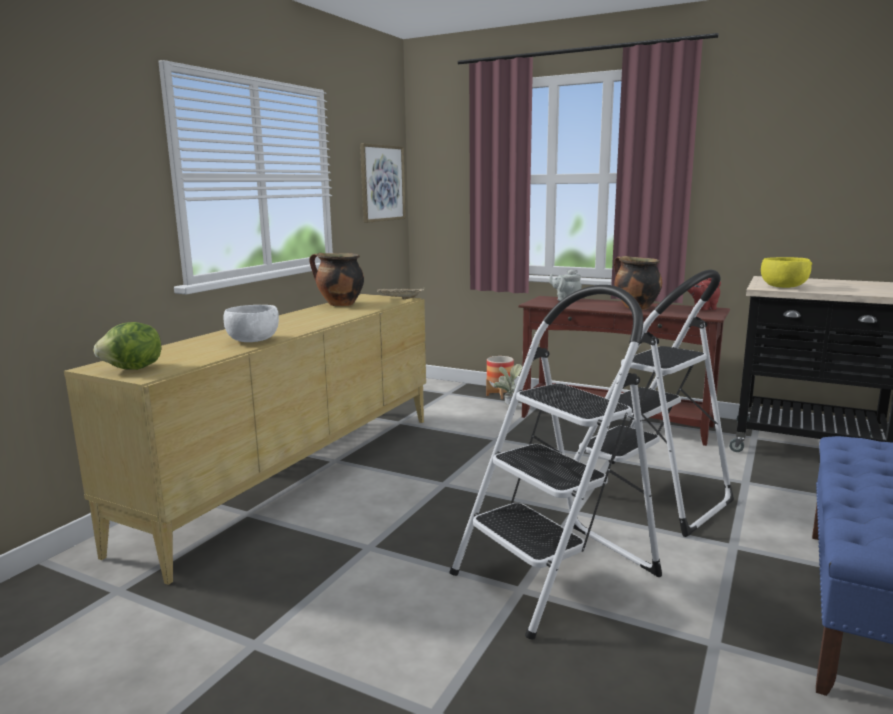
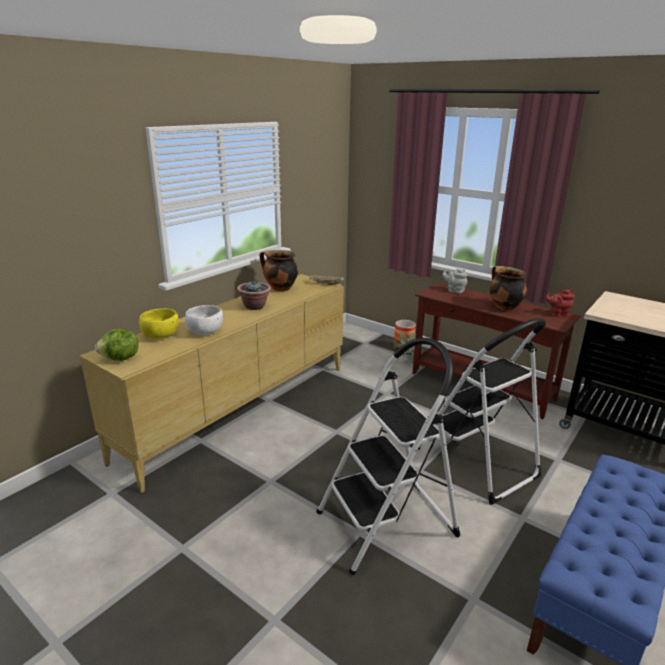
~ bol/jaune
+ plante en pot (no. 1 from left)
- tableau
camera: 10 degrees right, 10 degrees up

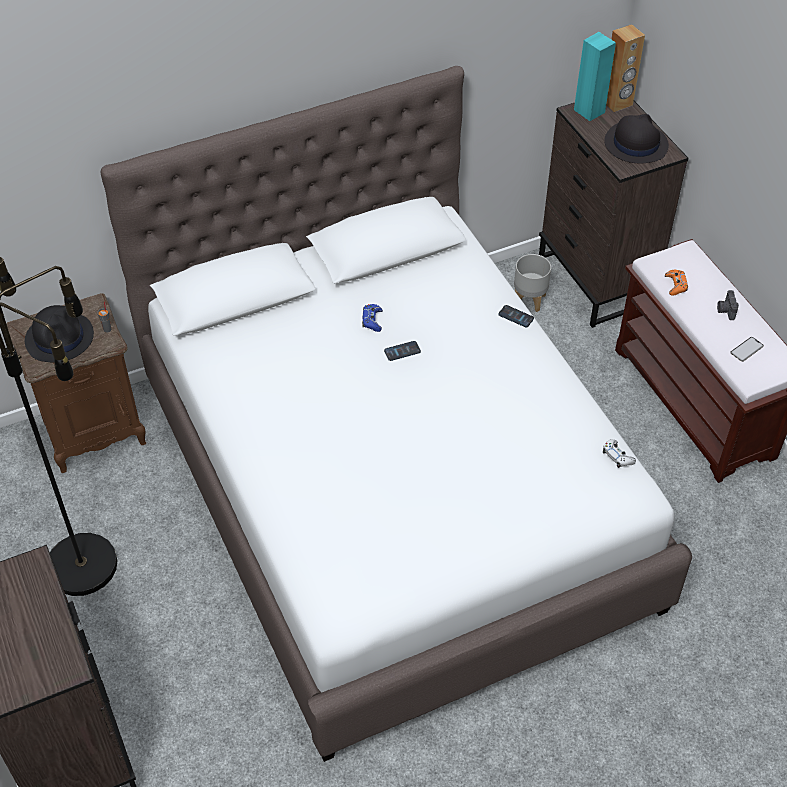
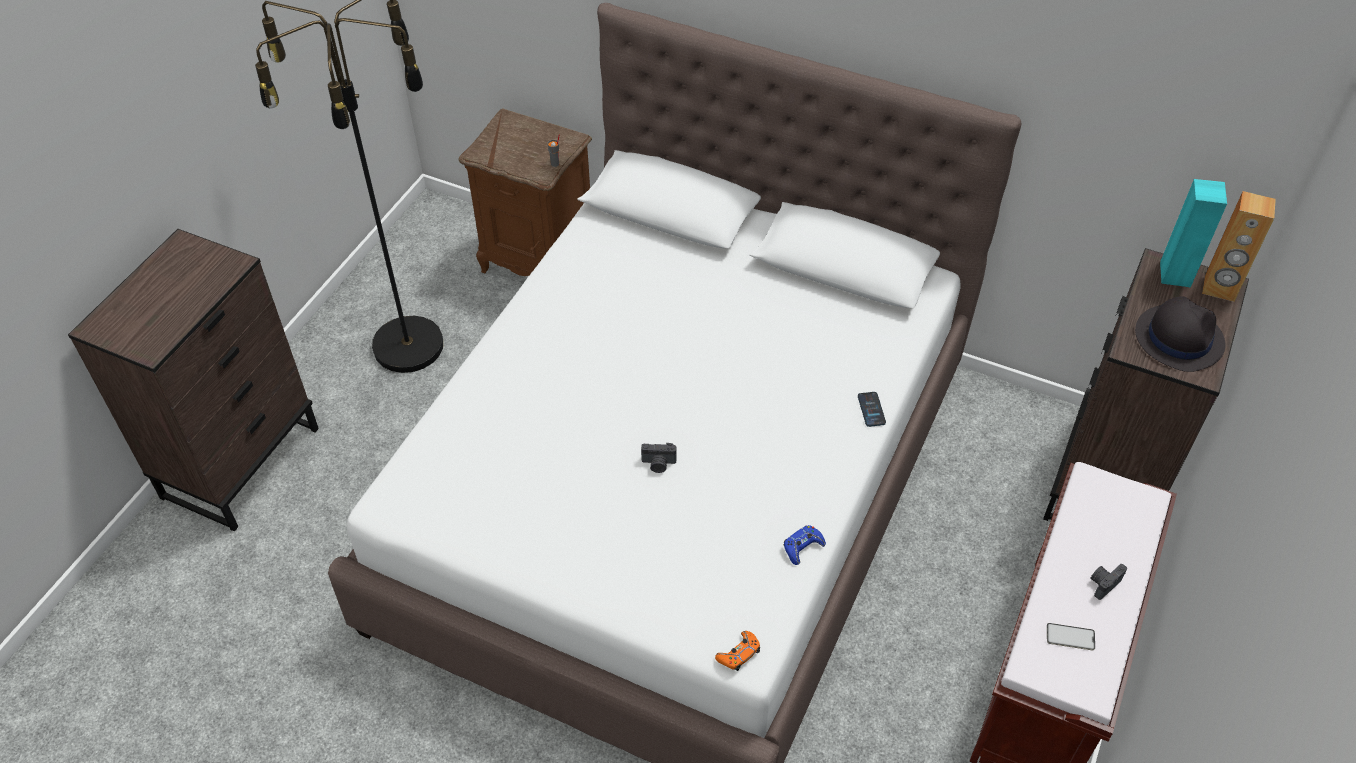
+ appareil photo (no. 1 from left)
~ manette/orange
~ manette/bleu
- chapeau/noir (no. 1 from left)
- téléphone (no. 1 from left)
- cache-pot/gris
- manette/blanc
camera: 50 degrees right, 0 degrees up

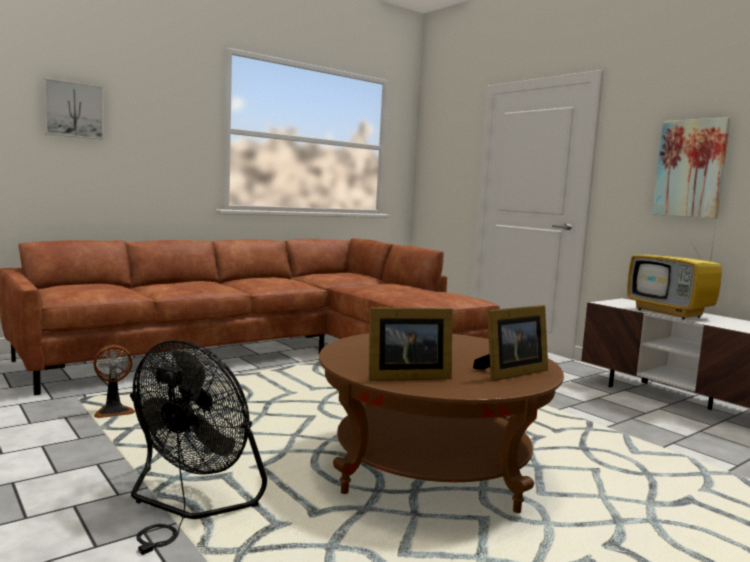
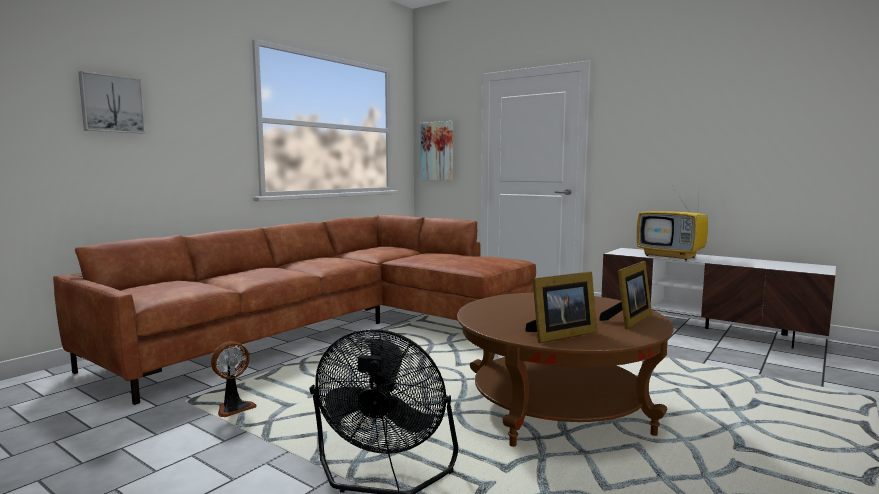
~ tableau (no. 2 from left)
camera: 15 degrees left, 0 degrees up

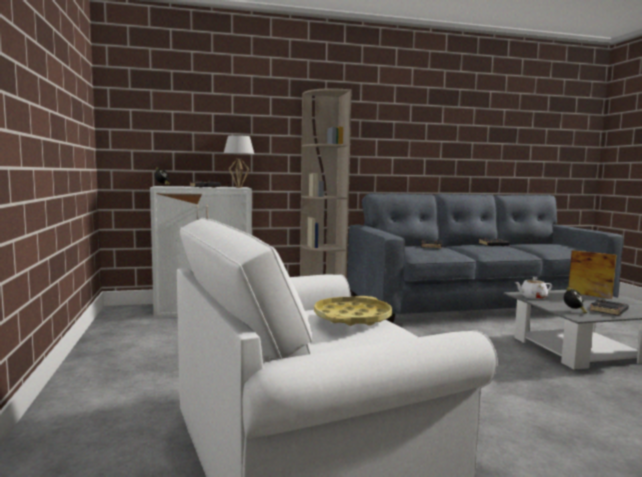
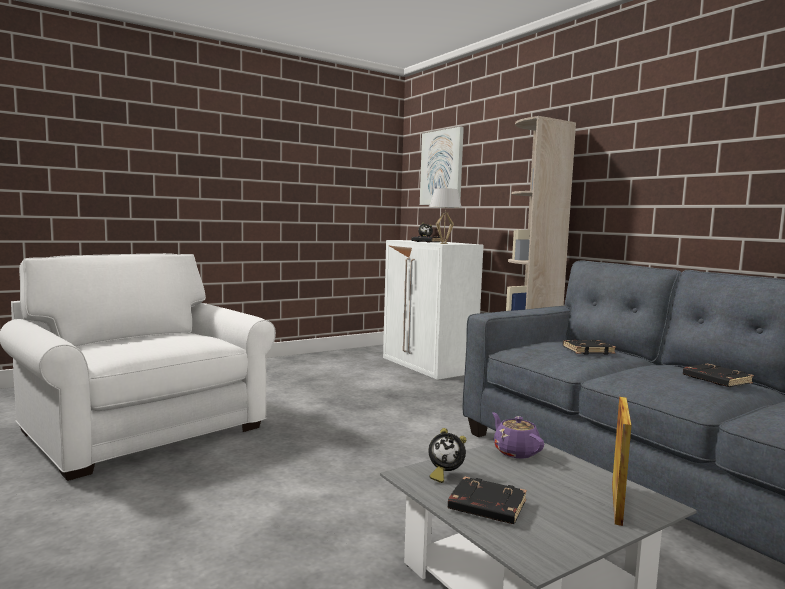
+ tableau
~ théière/blanc to théière/violet
- plateau/jaune
camera: 70 degrees right, 0 degrees up

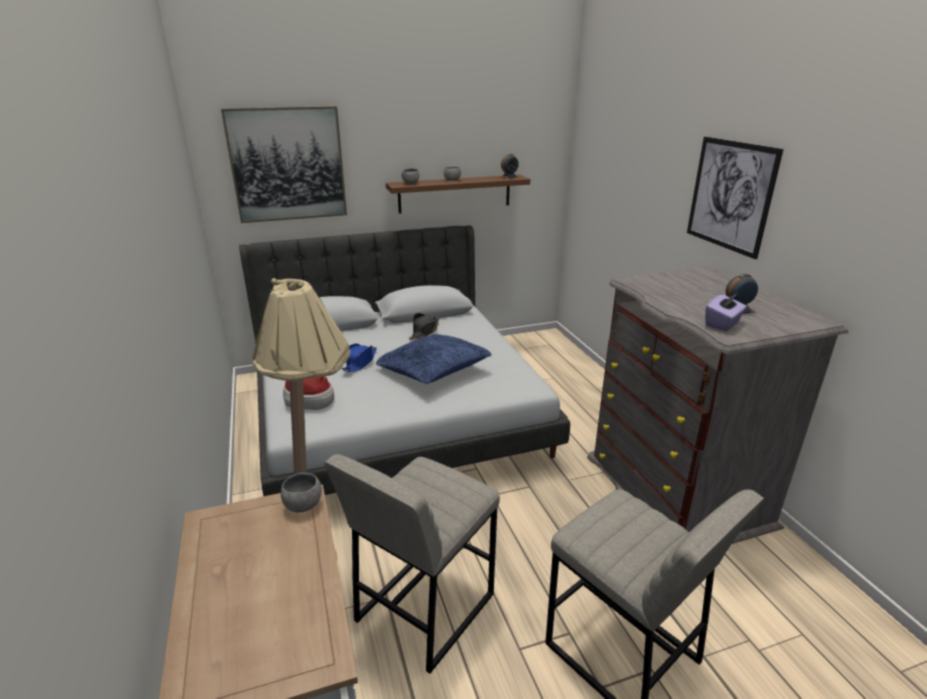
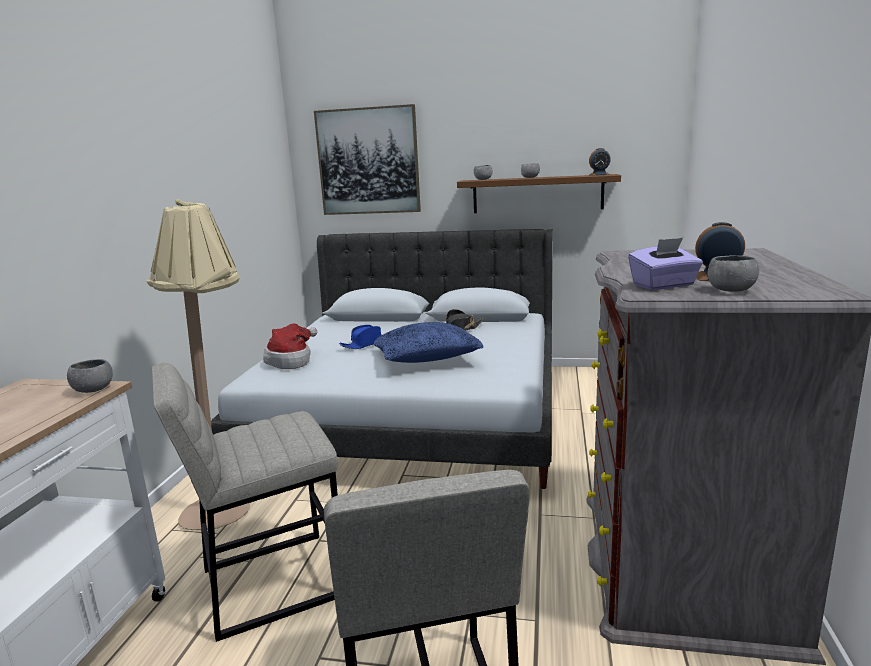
+ bol/gris (no. 4 from left)
- tableau (no. 2 from left)
camera: 30 degrees right, 10 degrees down

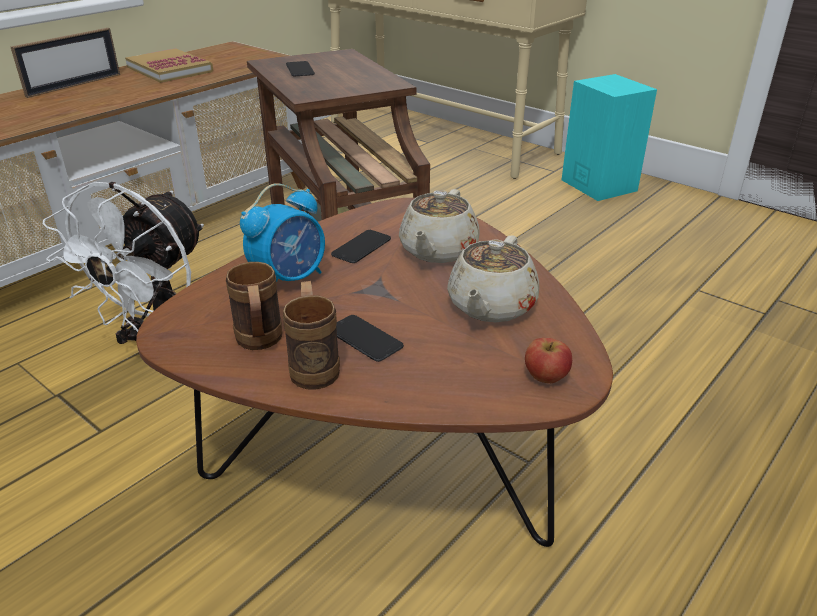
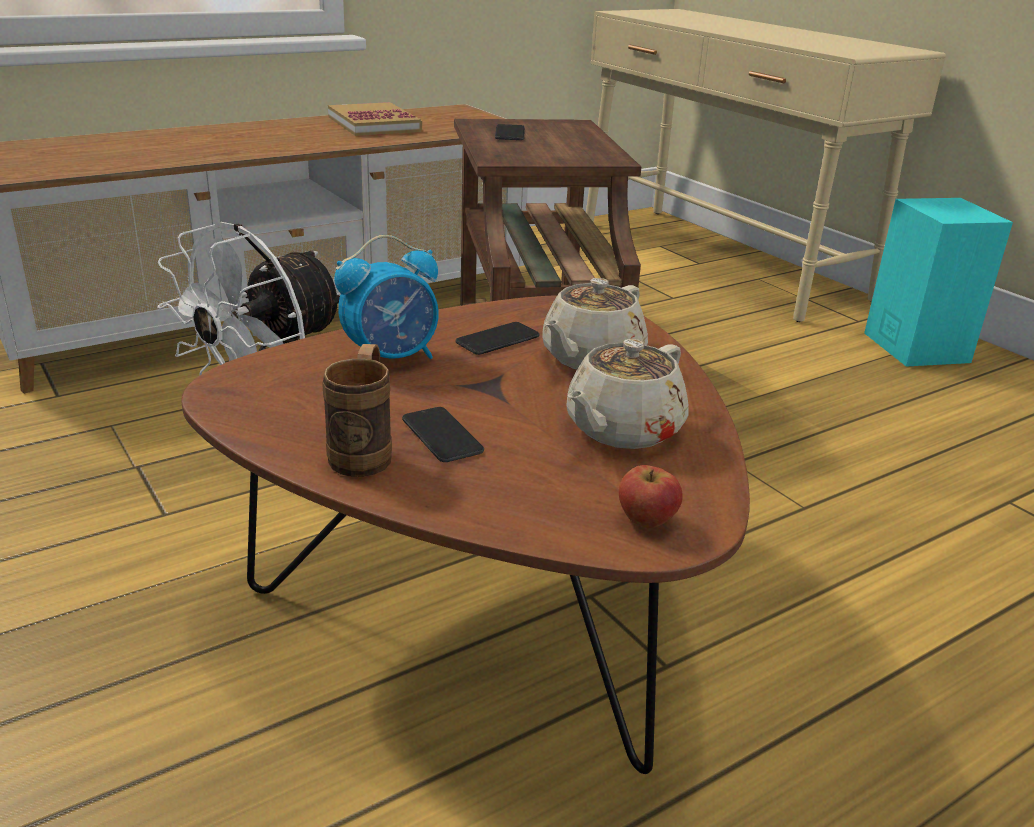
- cadre photo
- mug/marron (no. 1 from left)
camera: 15 degrees right, 5 degrees down

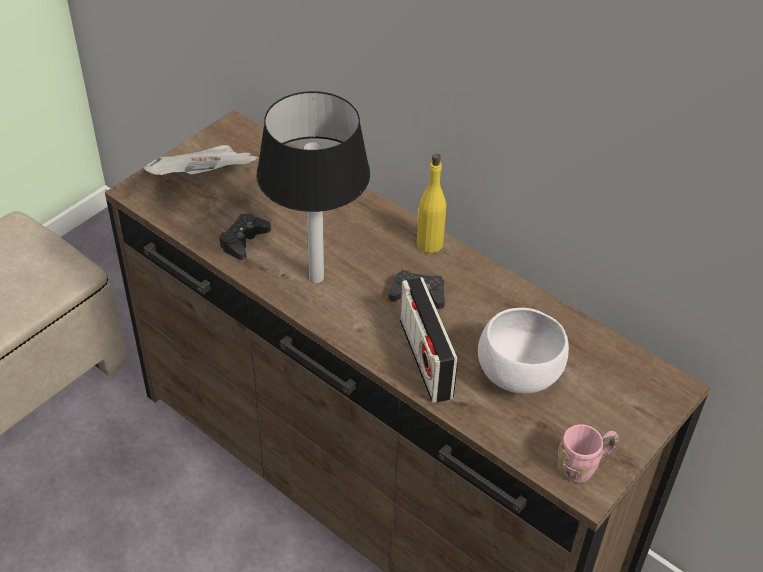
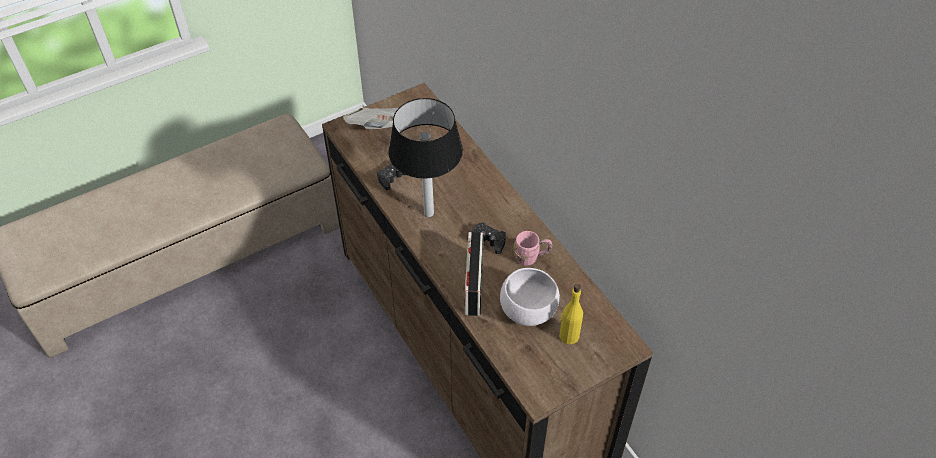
~ mug/rose
~ bouteille/jaune
camera: 20 degrees right, 5 degrees up

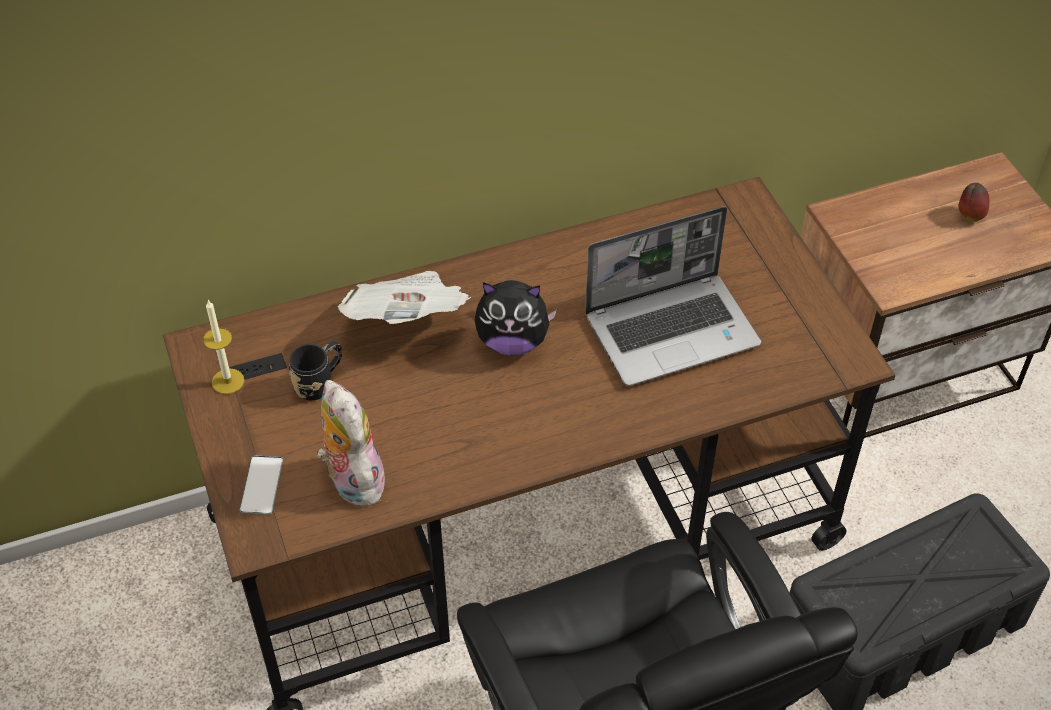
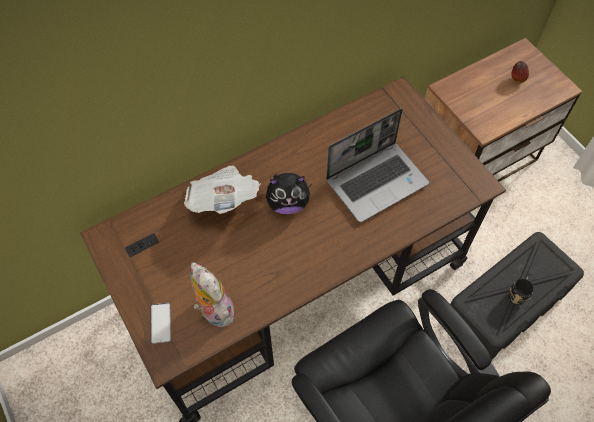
~ mug/noir
- bougie
camera: 10 degrees left, 10 degrees up

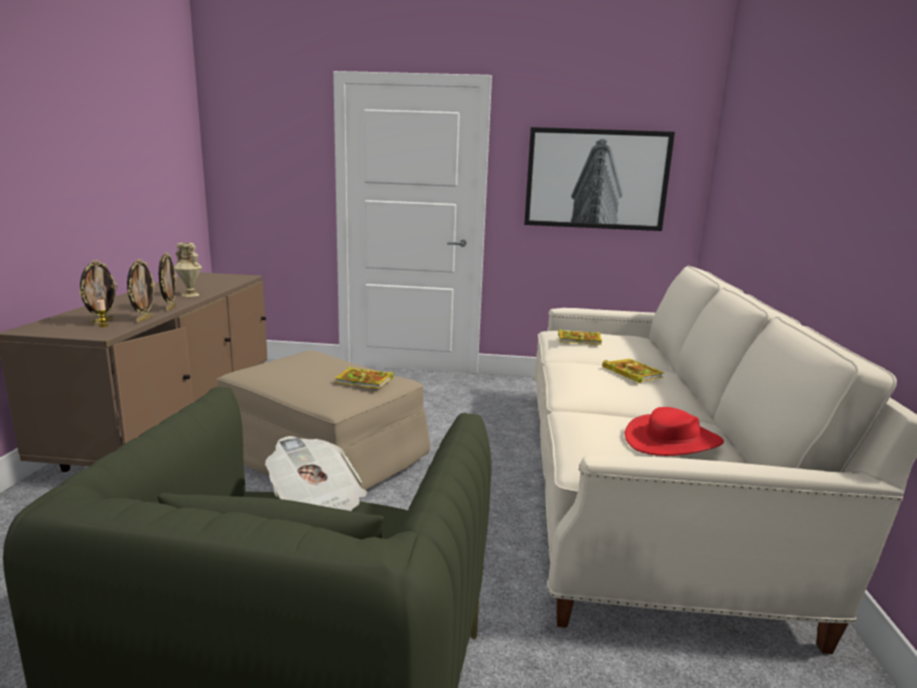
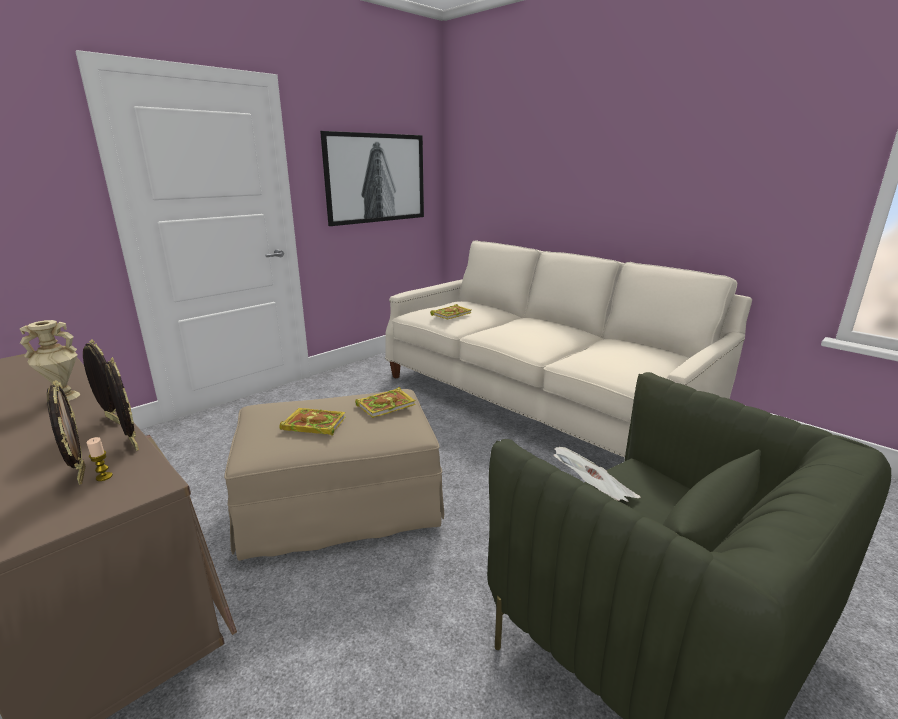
~ livre (no. 3 from left in the first image) to livre (no. 1 from left)
- chapeau/rouge
camera: 50 degrees left, 5 degrees up

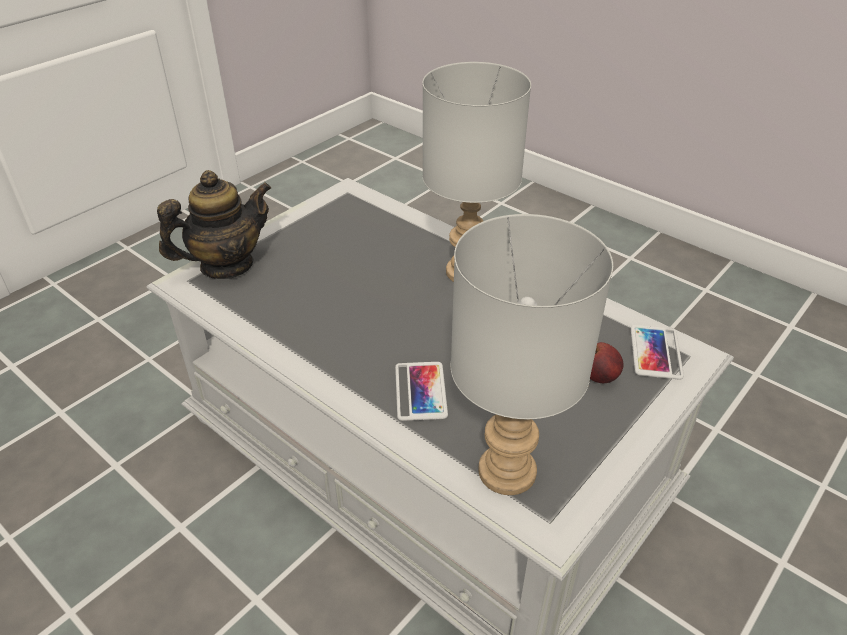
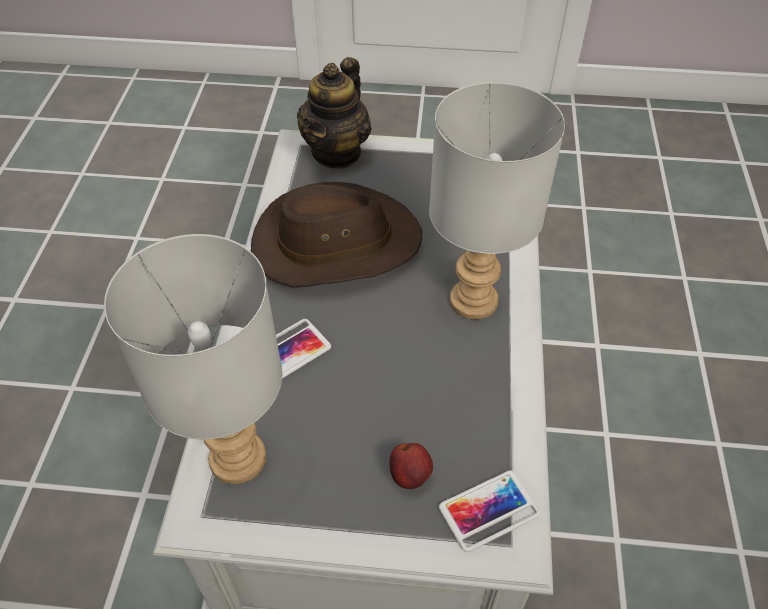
+ chapeau/marron
~ théière 90 degrees clockwise
camera: 55 degrees right, 10 degrees up

